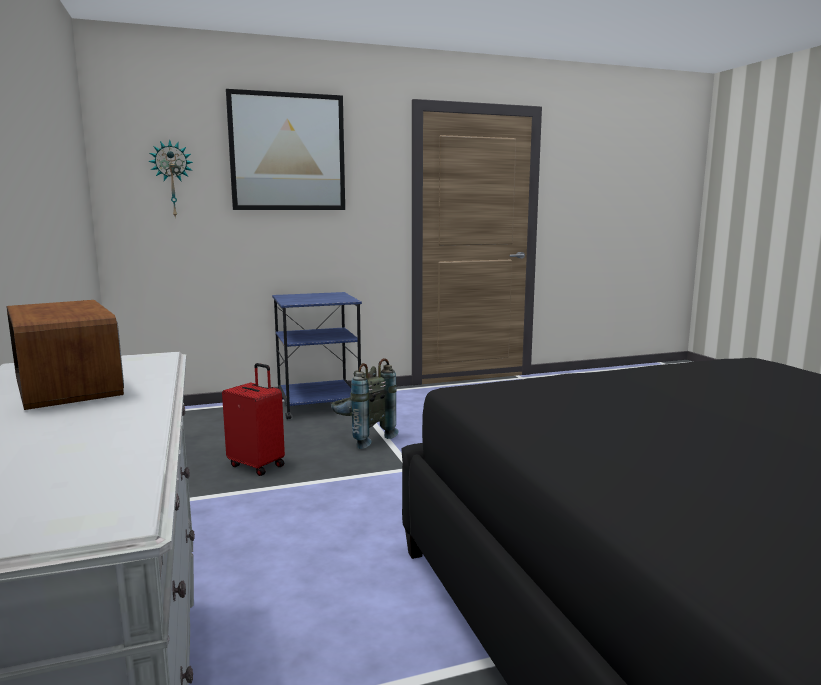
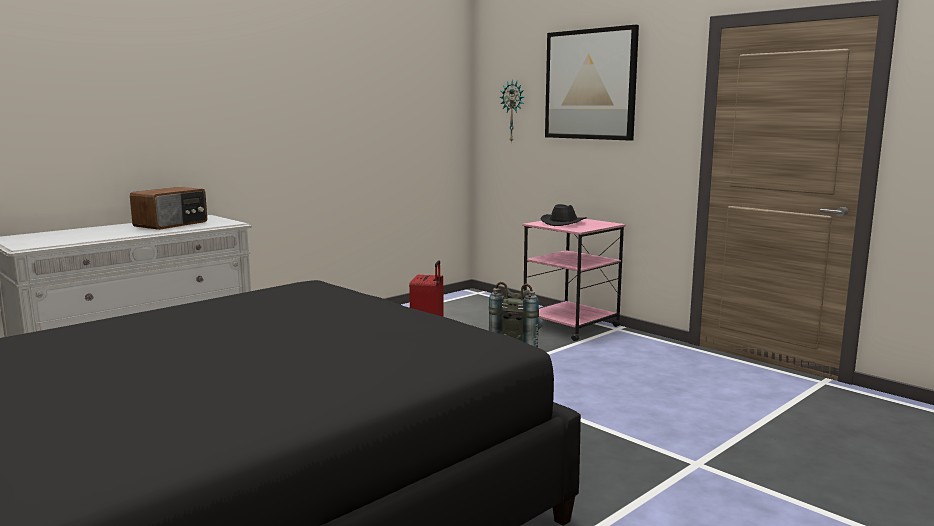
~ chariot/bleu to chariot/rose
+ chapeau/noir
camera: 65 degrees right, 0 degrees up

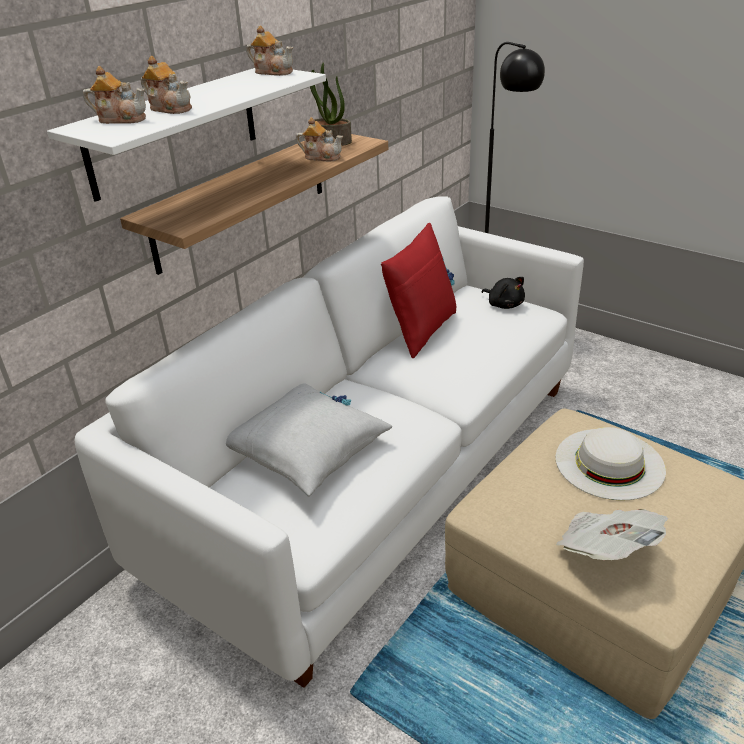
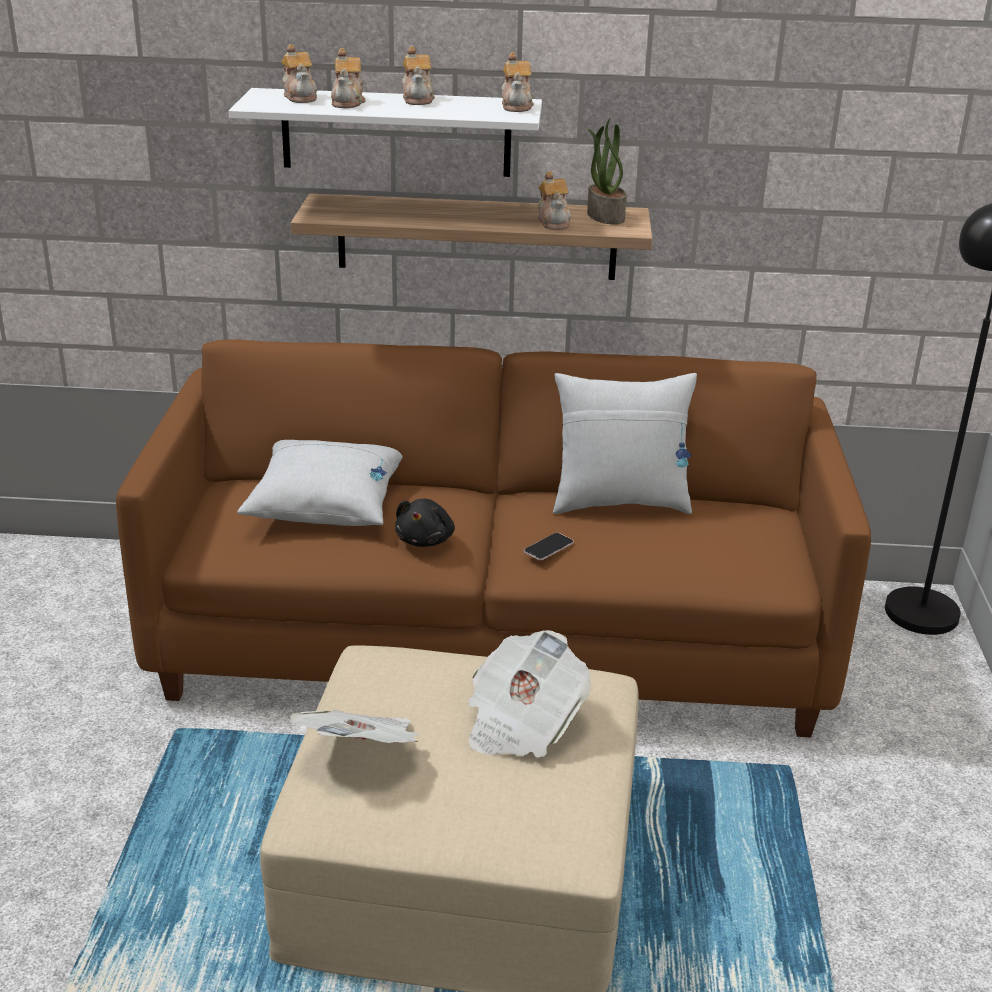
~ canapé/blanc to canapé/marron
~ peluche/noir
+ théière (no. 3 from left)
~ chapeau/blanc to journal (no. 2 from left)
+ téléphone
~ coussin/rouge to coussin/gris (no. 2 from left)
camera: 55 degrees right, 5 degrees down

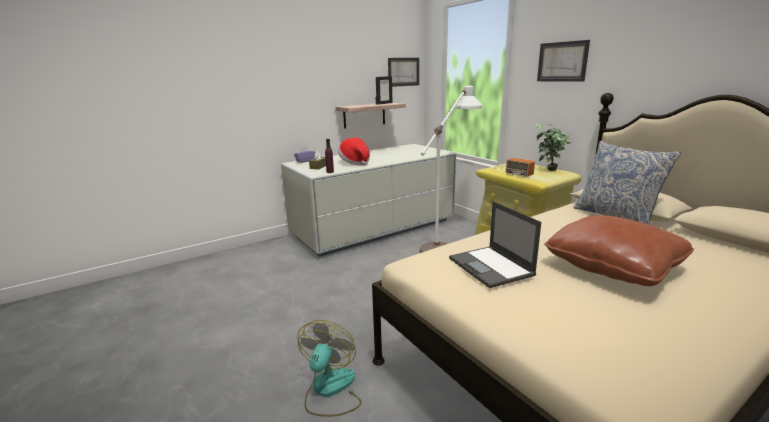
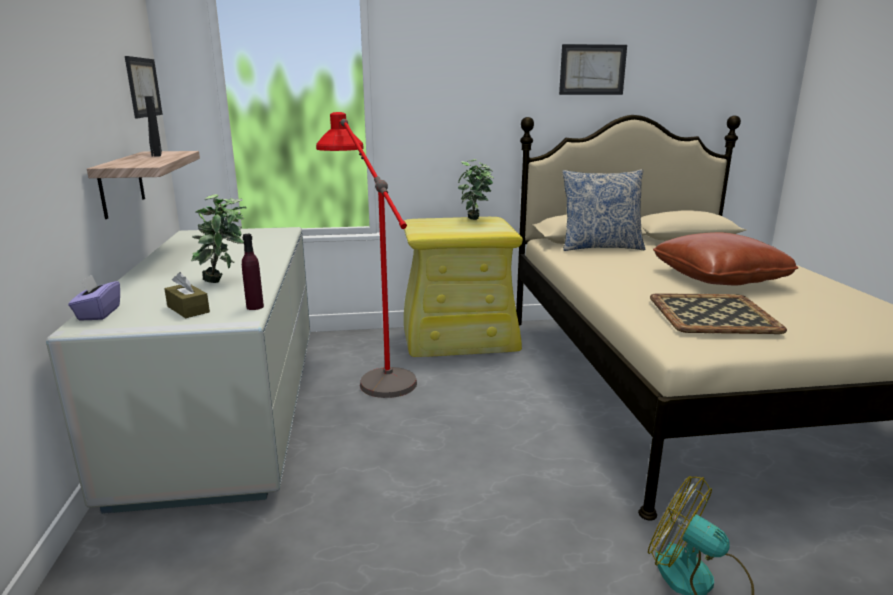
~ chapeau to plante en pot (no. 1 from left)
~ lampadaire/blanc to lampadaire/rouge
~ tableau (no. 2 from left)
~ ordinateur portable to plateau
- radio
camera: 65 degrees left, 0 degrees up

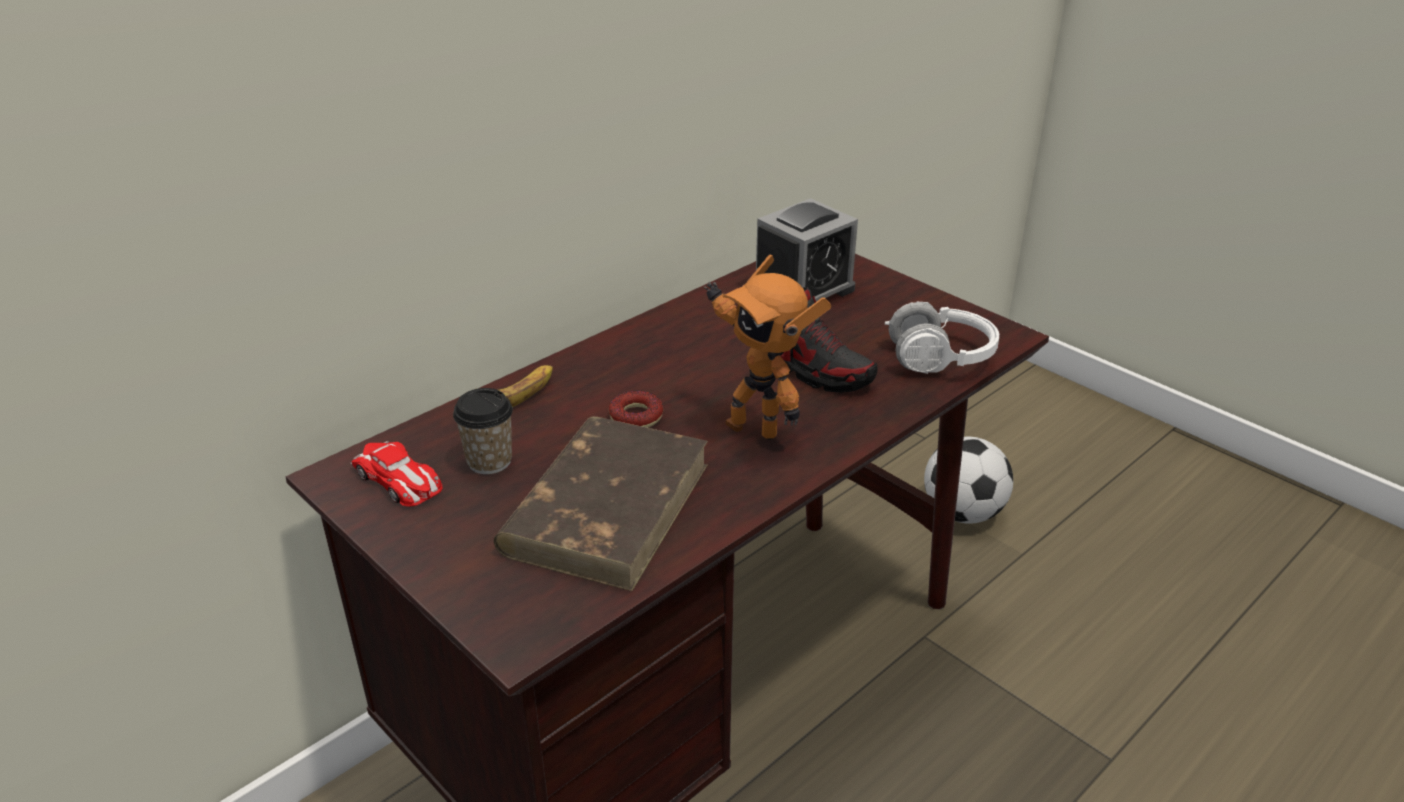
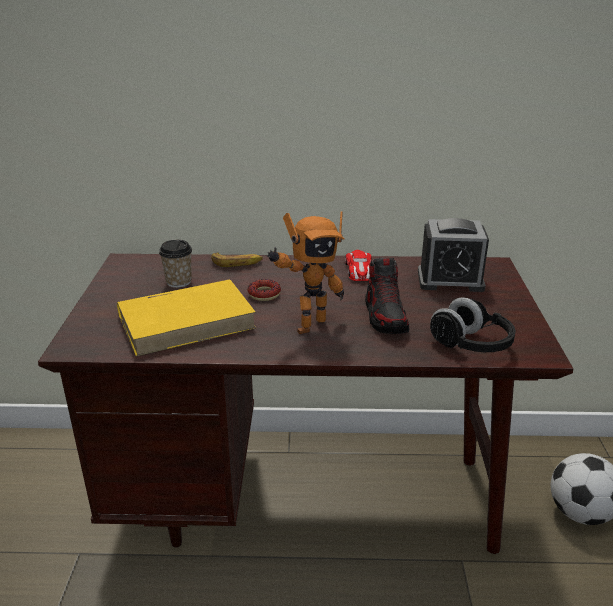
~ livre/marron to livre/jaune
~ robot jouet 120 degrees counterclockwise
~ petite voiture
~ casque audio/blanc to casque audio/noir
camera: 45 degrees right, 5 degrees down

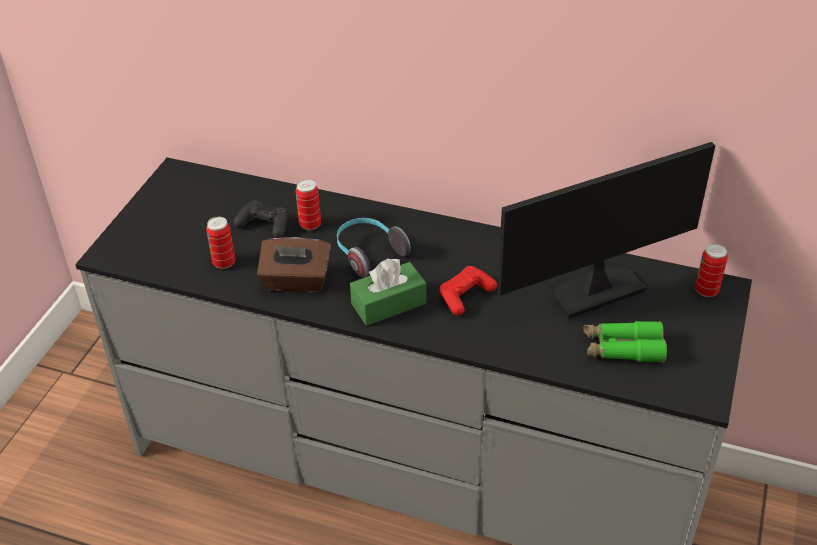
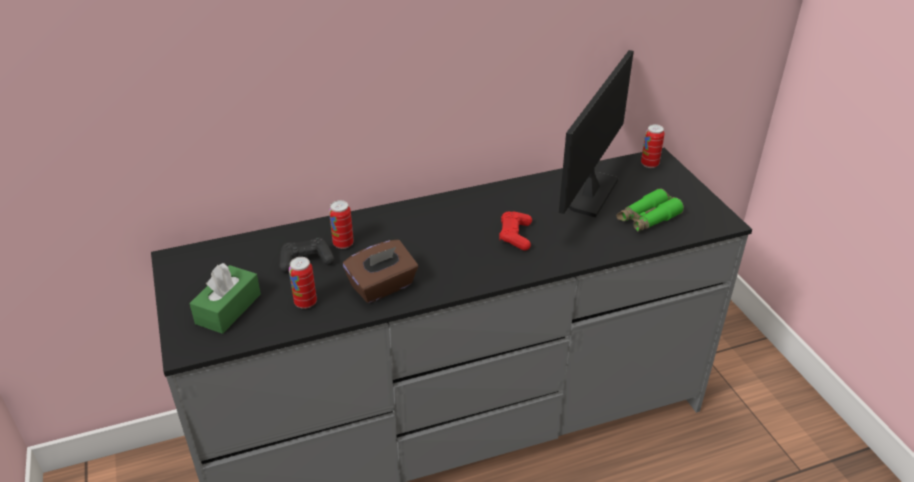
~ boîte à mouchoirs/vert
- casque audio
camera: 40 degrees left, 5 degrees down

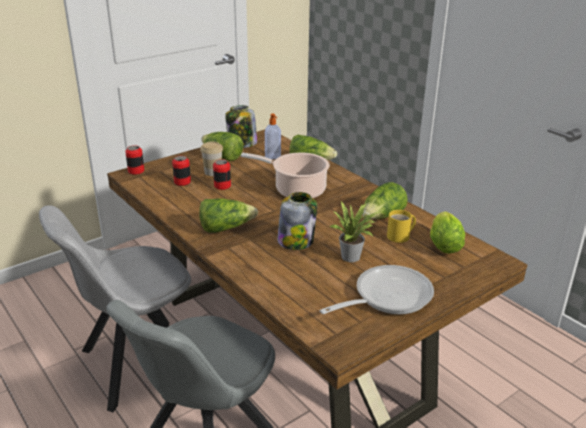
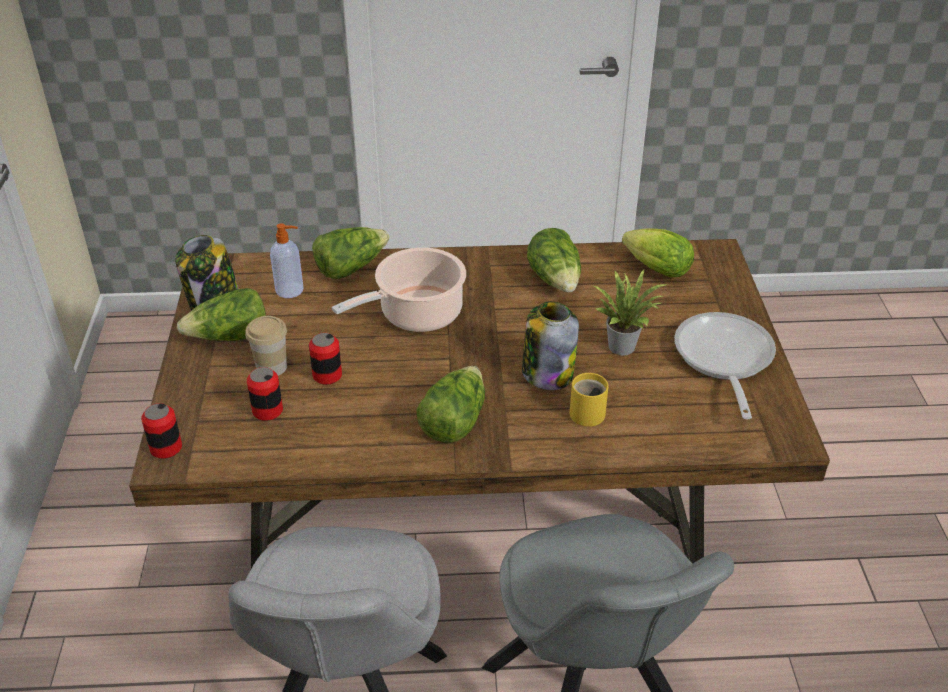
~ mug/jaune
camera: 55 degrees left, 10 degrees up

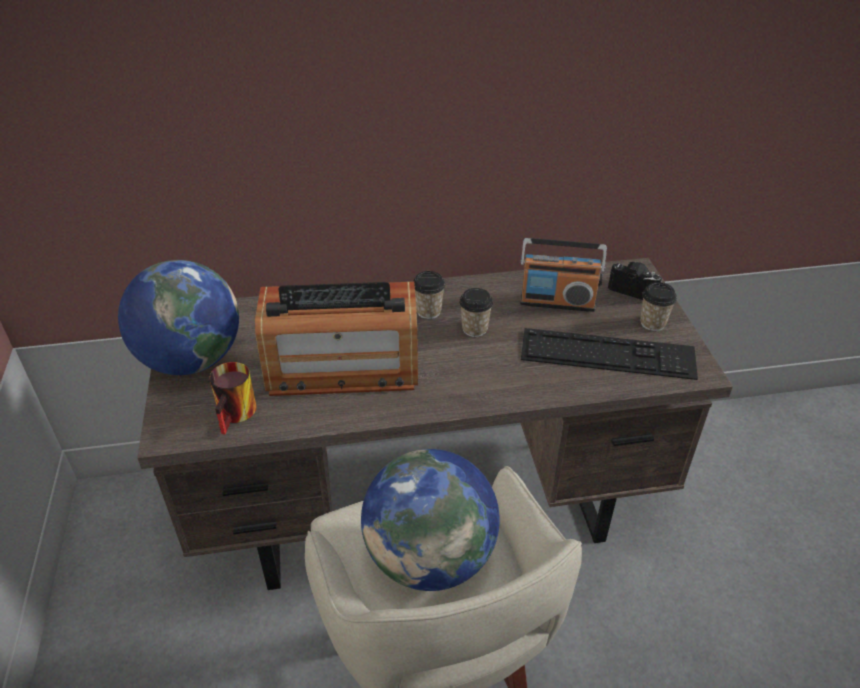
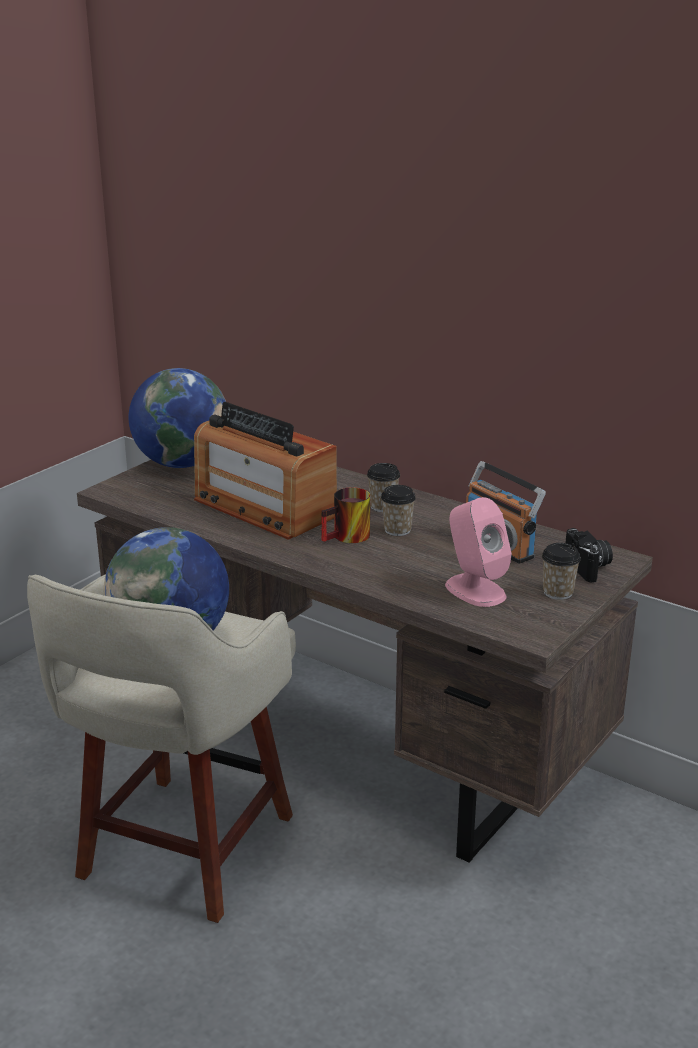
~ mug
~ clavier to enceinte/rose
camera: 45 degrees right, 15 degrees down

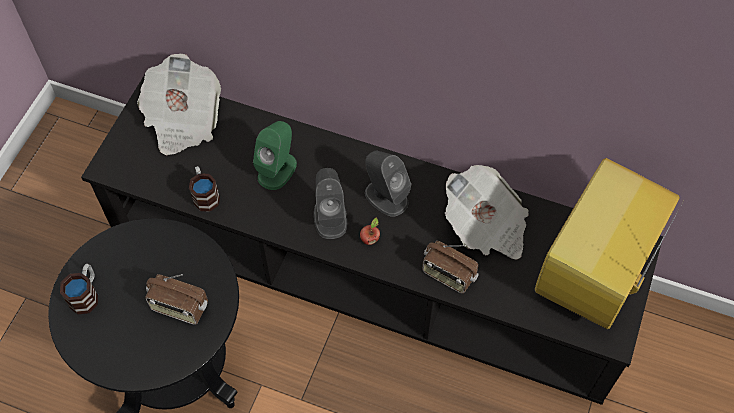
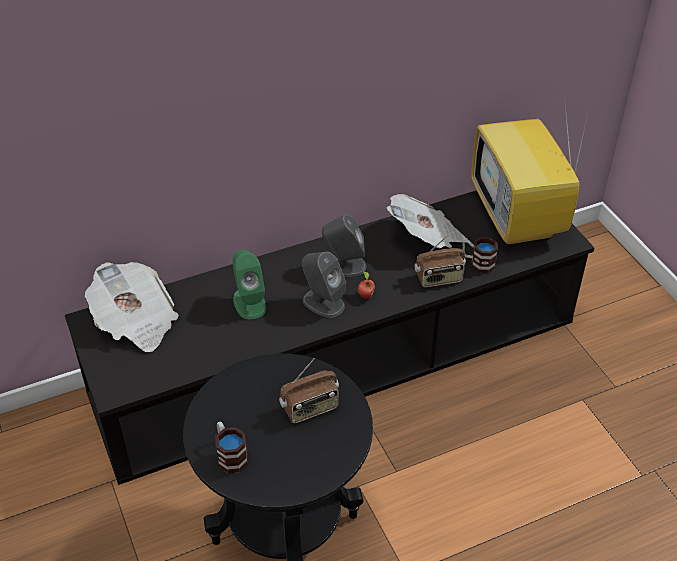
~ mug (no. 2 from left)
camera: 45 degrees left, 15 degrees down

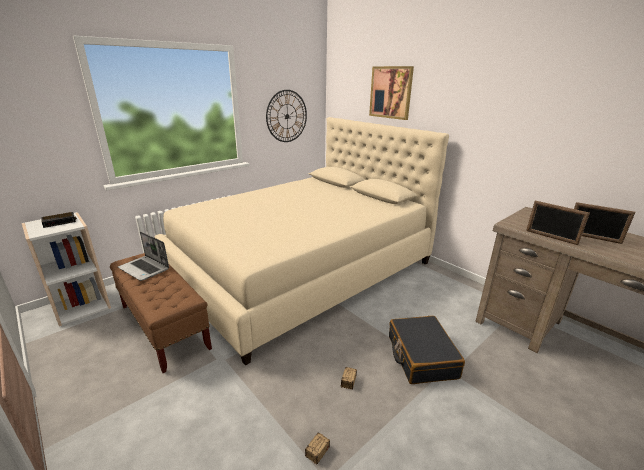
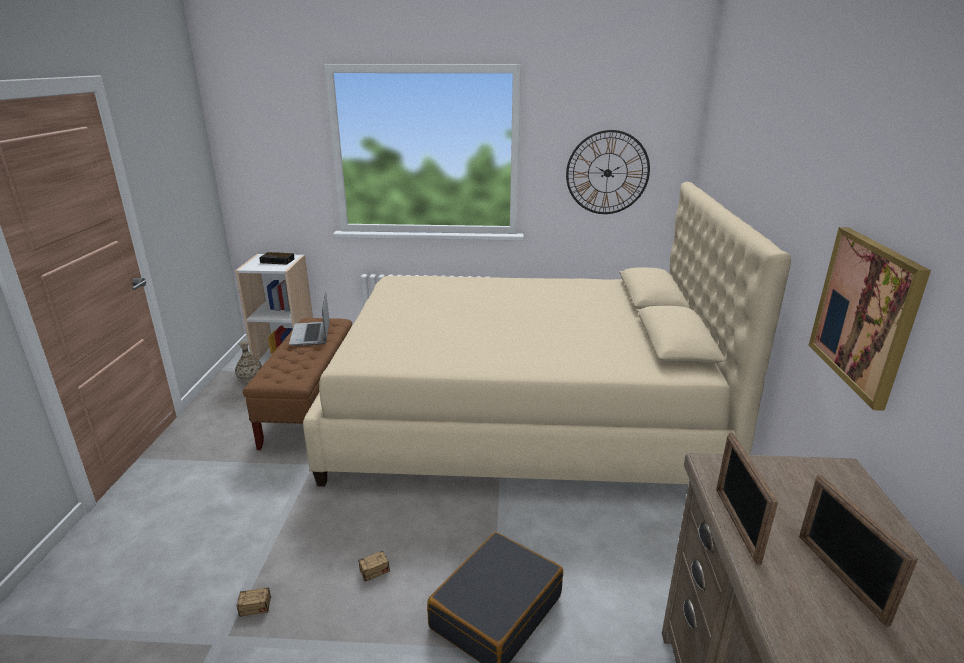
+ vase
~ tableau
camera: 45 degrees right, 0 degrees up

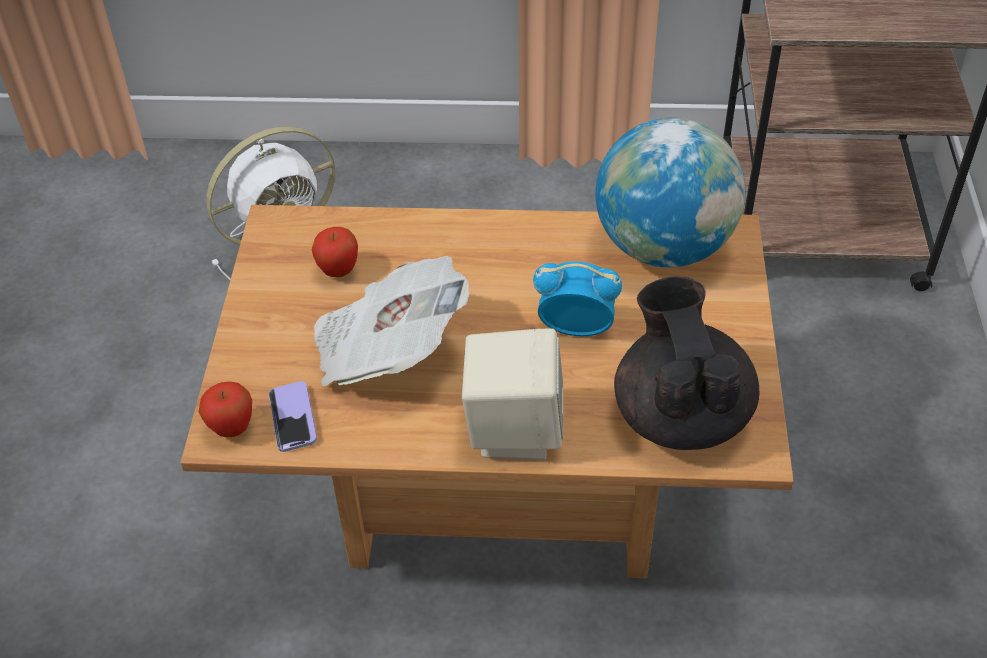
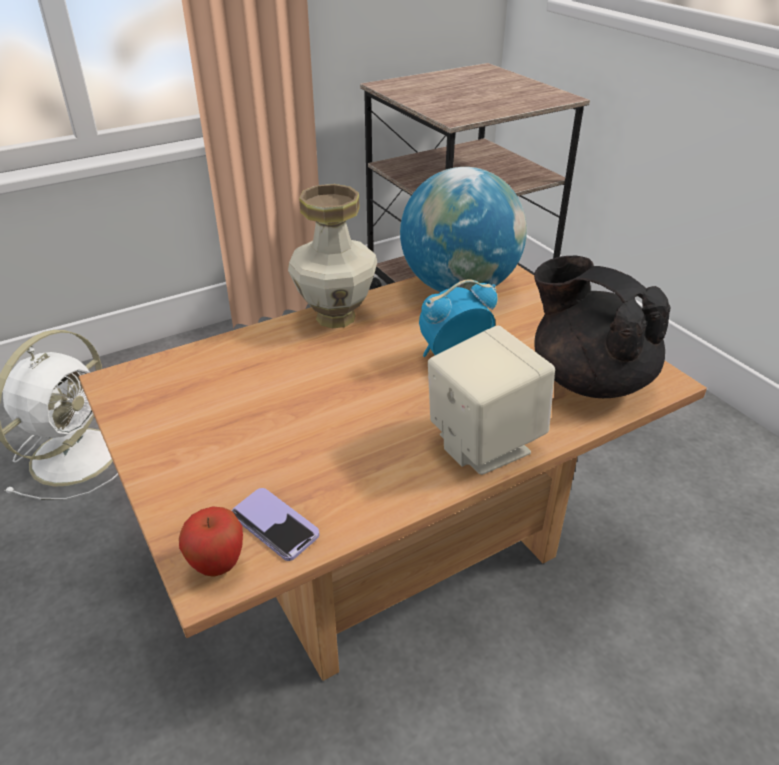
+ vase
- pomme (no. 2 from left)
- journal
camera: 35 degrees left, 10 degrees down

